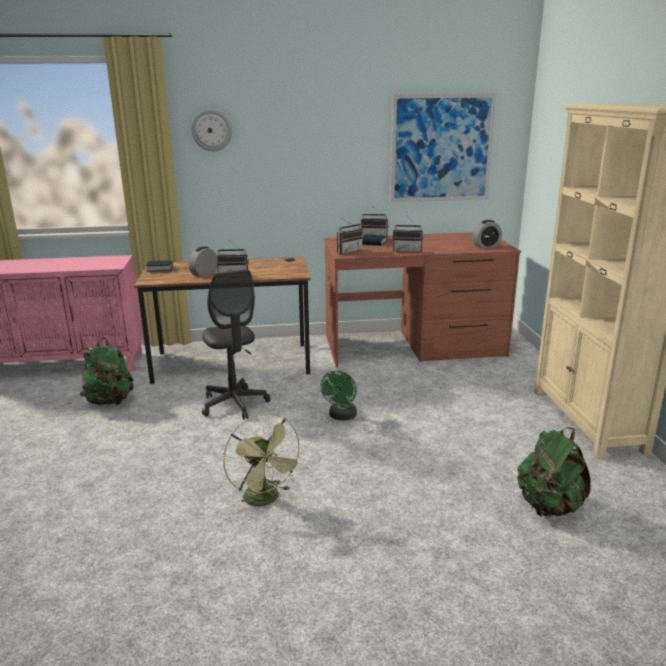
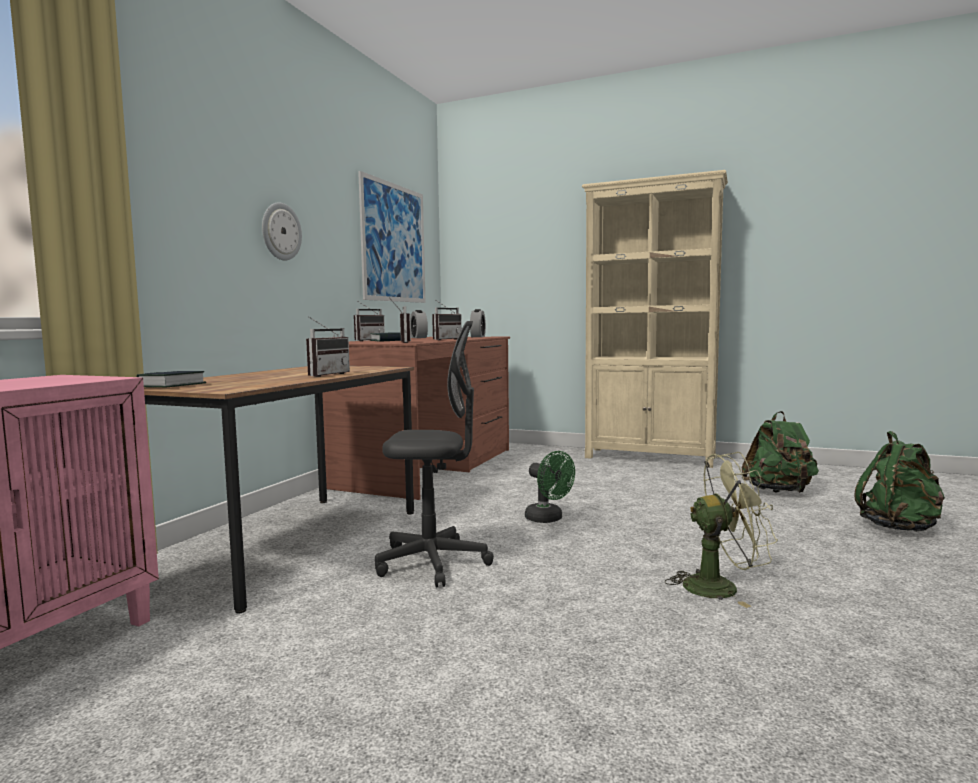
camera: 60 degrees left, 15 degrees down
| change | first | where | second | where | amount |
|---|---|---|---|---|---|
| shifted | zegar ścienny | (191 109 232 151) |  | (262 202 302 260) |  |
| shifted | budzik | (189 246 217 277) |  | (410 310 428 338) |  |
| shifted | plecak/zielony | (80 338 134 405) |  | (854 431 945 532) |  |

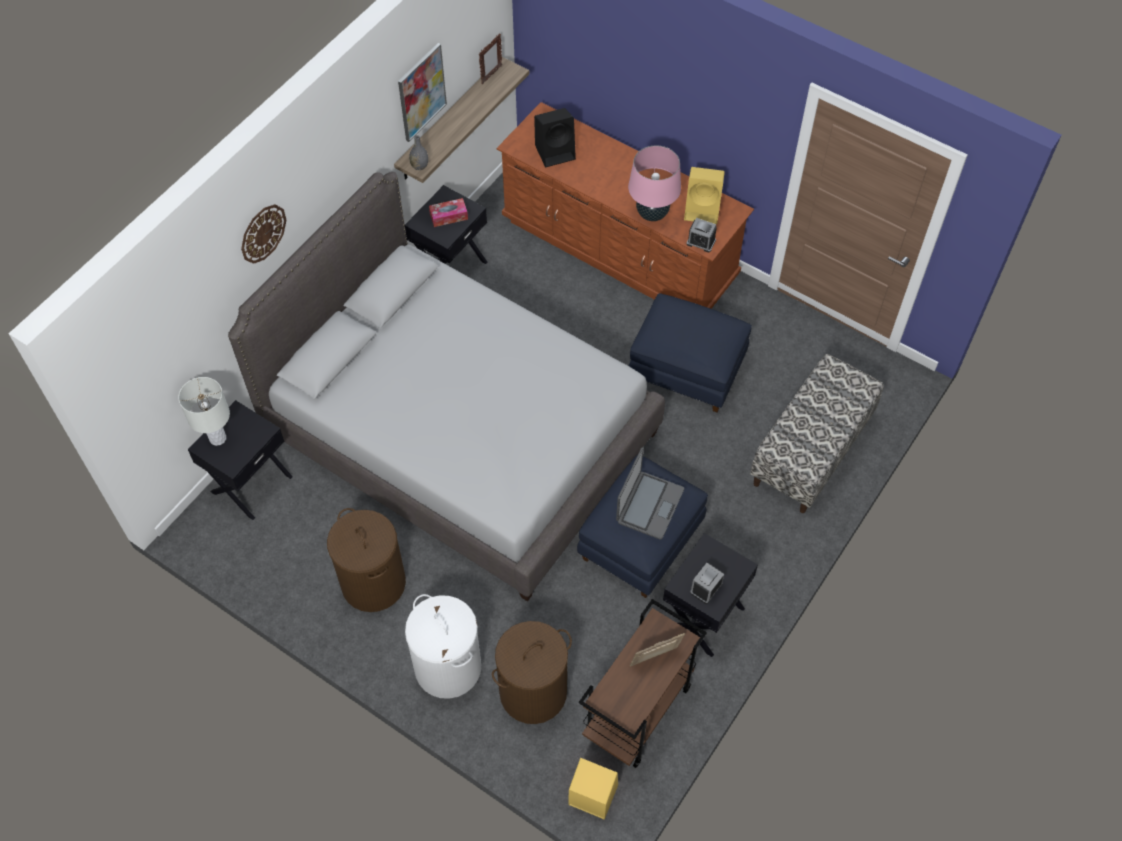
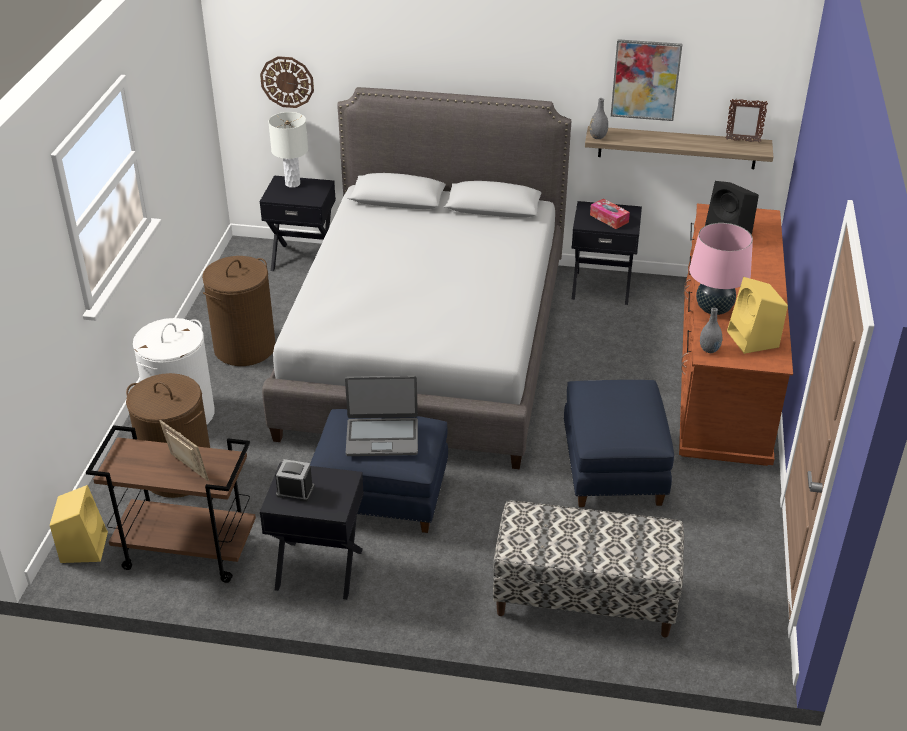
camera: 65 degrees right, 20 degrees down
| change | first | where | second | where | amount |
|---|---|---|---|---|---|
| shifted | zegar ścienny | (241 204 286 264) |  | (260 56 314 108) |  |
| swapped | budzik | (686 218 717 253) | wazon/szary | (700 308 722 353) |  |

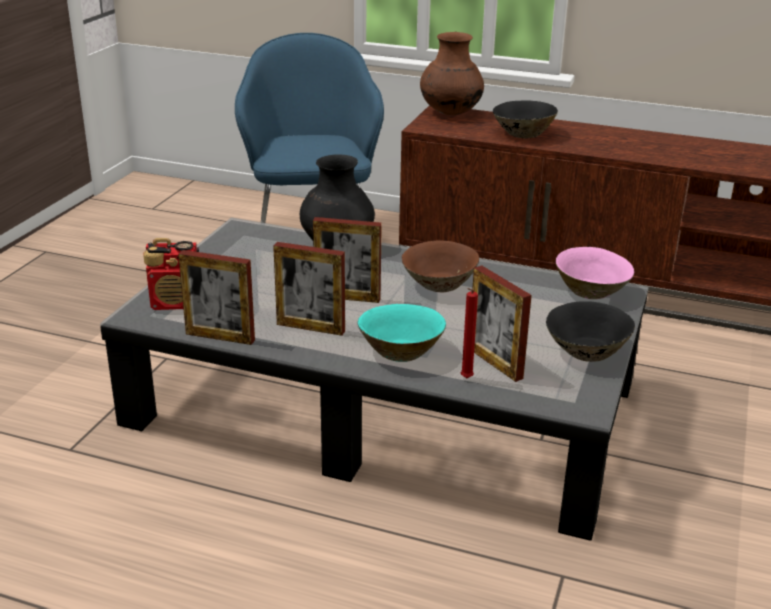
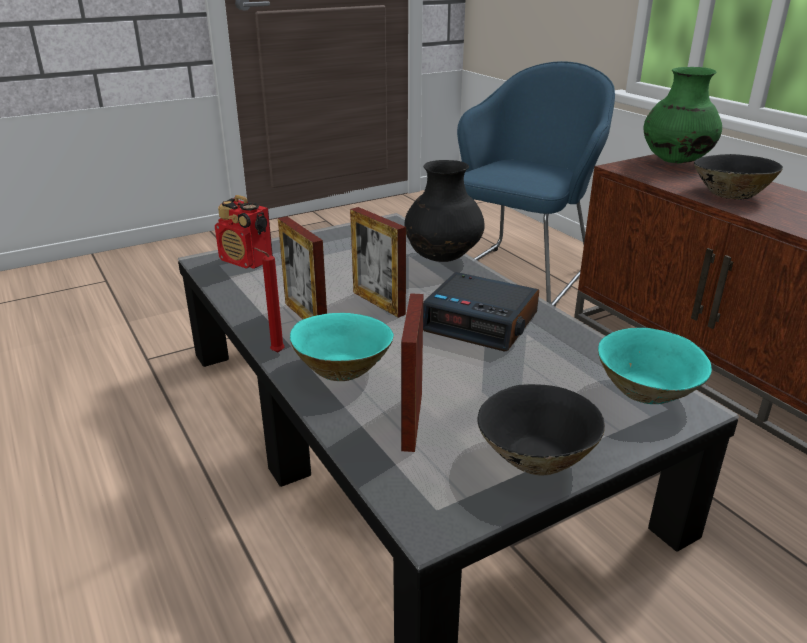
camera: 40 degrees right, 0 degrees up
| change | first | where | second | where | amount |
|---|---|---|---|---|---|
| repainted | wazon/brązowy | (420 32 484 115) | wazon/zielony | (644 67 722 163) |  |
| swapped | miska/brązowy | (402 241 479 292) | budzik | (423 272 539 352) |  |
| repainted | miska/różowy | (556 247 634 299) | miska/turkusowy | (598 328 712 404) |  |
| gone | ramka na zdjęcie | (178 250 255 345) |  |  |  |
| shifted | świeca/czerwony | (461 288 478 378) |  | (254 248 285 352) |  |

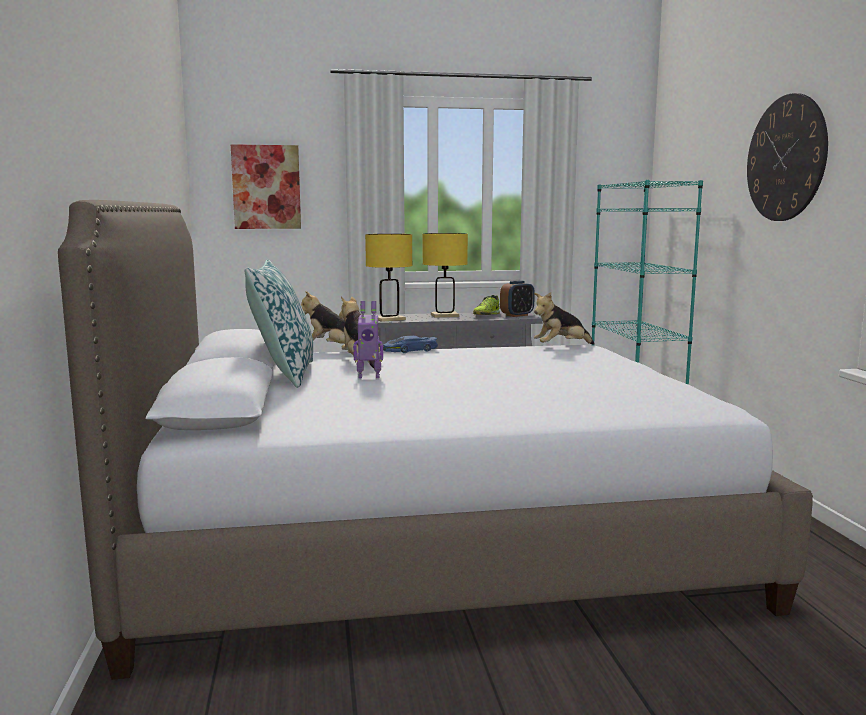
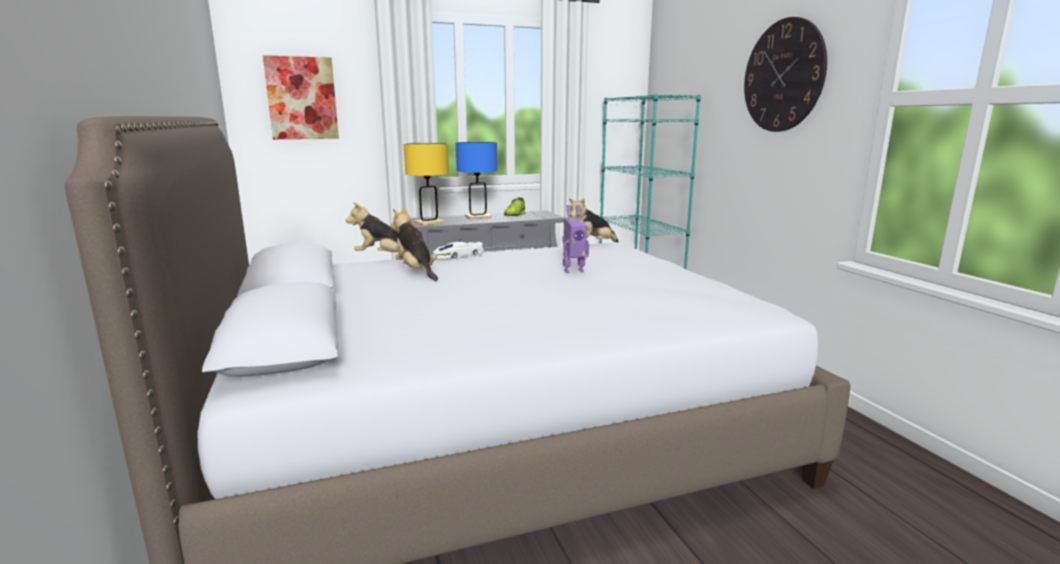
camera: 10 degrees left, 5 degrees up
| change | first | where | second | where | amount |
|---|---|---|---|---|---|
| repainted | lampa stołowa/żółty | (423 233 468 318) | lampa stołowa/niebieski | (456 142 497 220) |  |
| gone | poduszka | (245 260 313 388) |  |  |  |
| gone | budzik | (500 281 535 317) |  |  |  |
| shifted | robot zabawkowy | (353 301 383 378) |  | (562 205 589 273) |  |
| repainted | samochodzik/niebieski | (383 336 438 353) | samochodzik/biały | (433 242 484 259) |  |

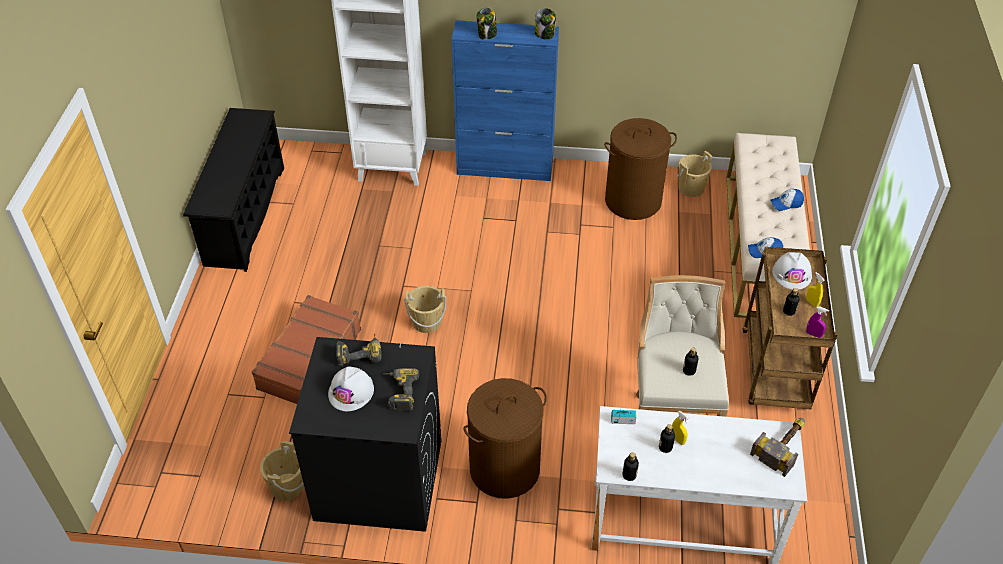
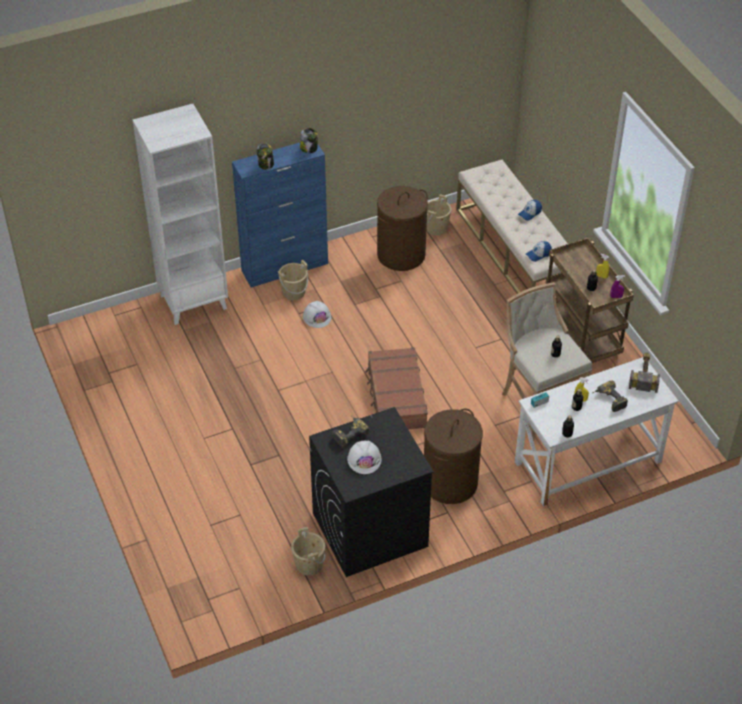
camera: 30 degrees left, 0 degrees up
| change | first | where | second | where | amount |
|---|---|---|---|---|---|
| gone | regał na buty/czarny | (183 108 284 272) |  |  |  |
| shifted | kask/biały | (772 252 812 290) |  | (303 301 331 328) |  |
| shifted | wiadro/beżowy | (404 286 446 333) |  | (278 260 308 300) |  |
| shifted | walizka/brązowy | (252 295 361 404) |  | (365 347 428 429) |  |
| shifted | wiertarka | (383 368 419 411) |  | (592 380 628 412) |  |

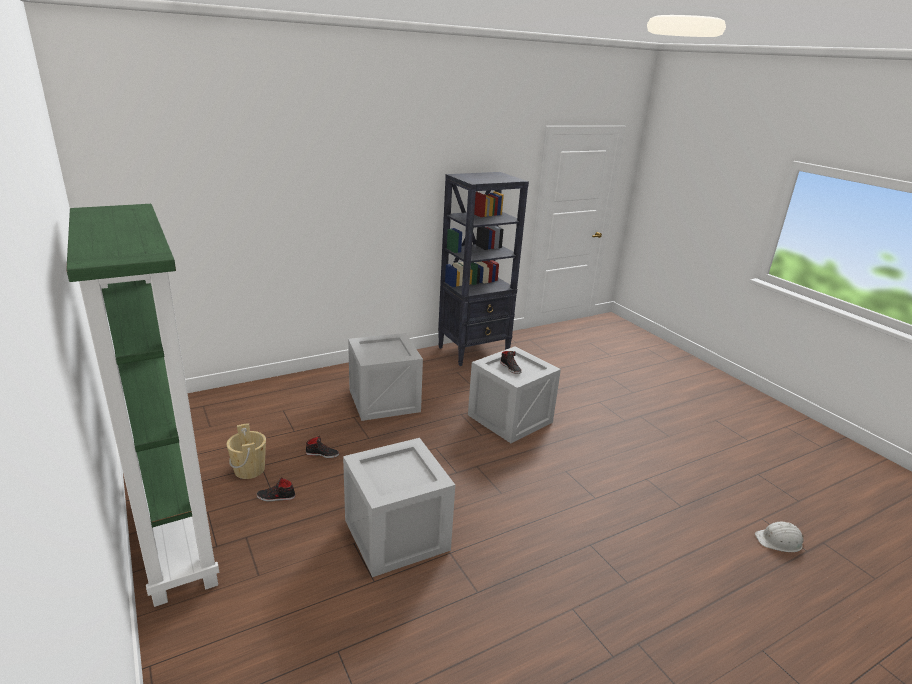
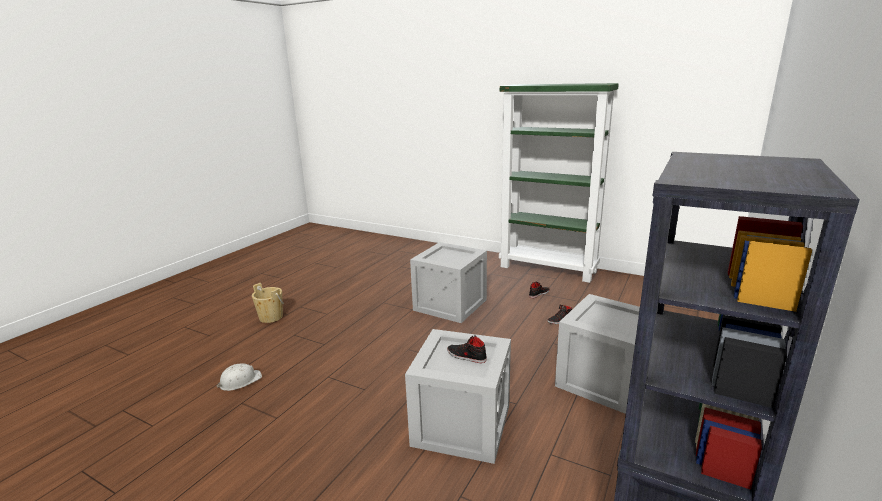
camera: 150 degrees right, 5 degrees down
| change | first | where | second | where | amount |
|---|---|---|---|---|---|
| shifted | wiadro/beżowy | (226 423 266 479) |  | (252 283 284 323) |  |
| shifted | kask/biały | (755 522 804 552) |  | (216 363 262 391) |  |

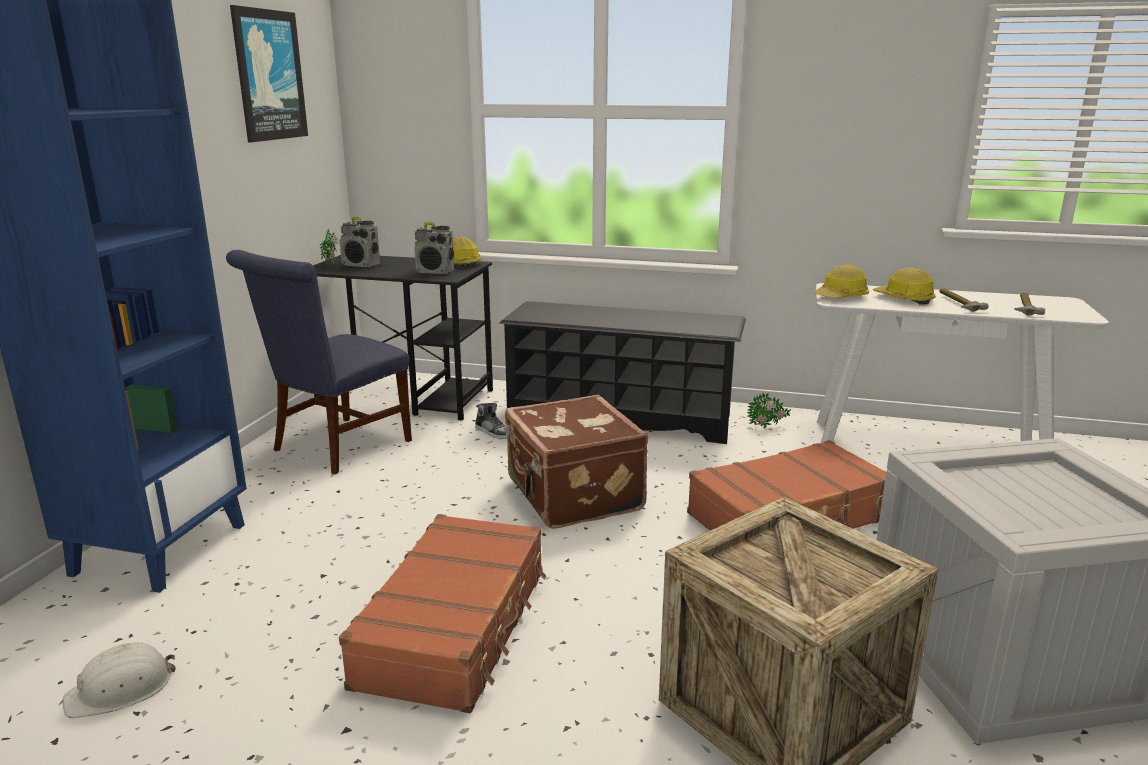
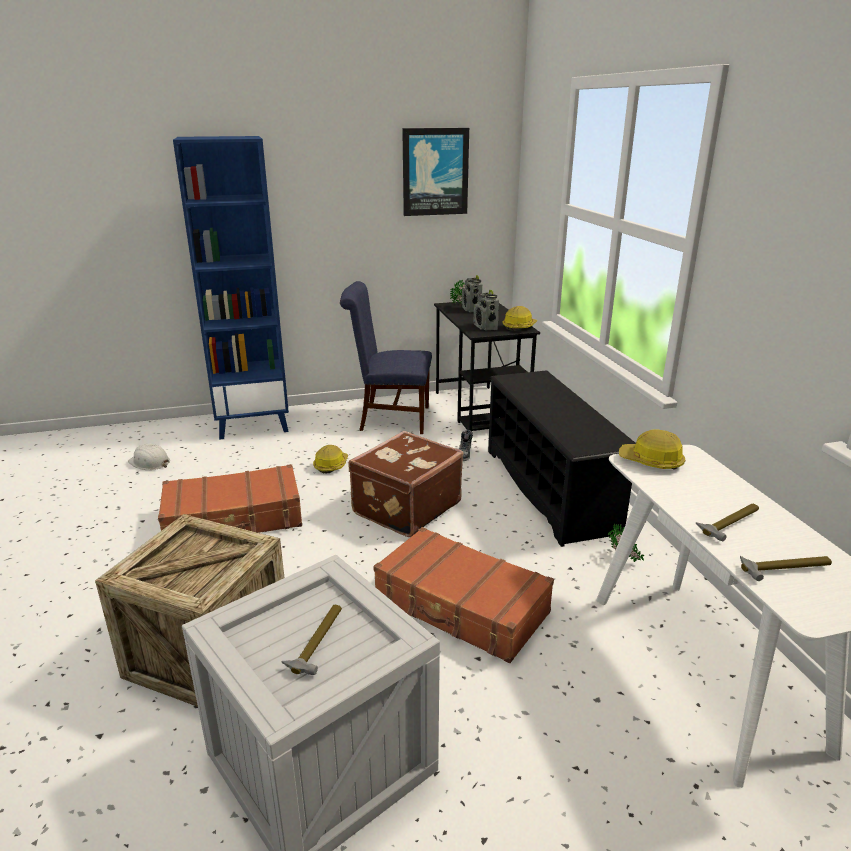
camera: 60 degrees right, 5 degrees up
| change | first | where | second | where | amount |
|---|---|---|---|---|---|
| shifted | kask | (873 268 936 305) |  | (313 445 348 474) |  |
| new |  |  | młotek | (282 605 342 675) |  |

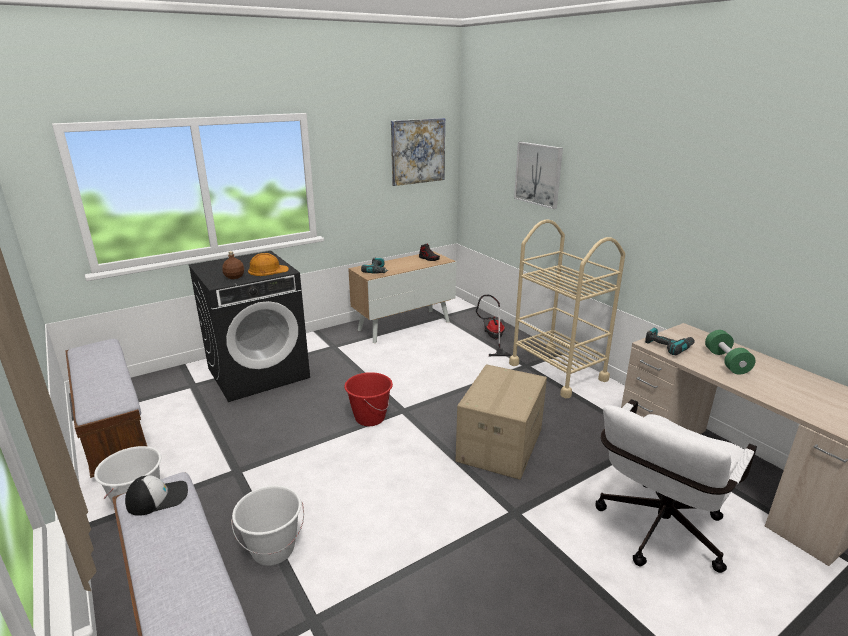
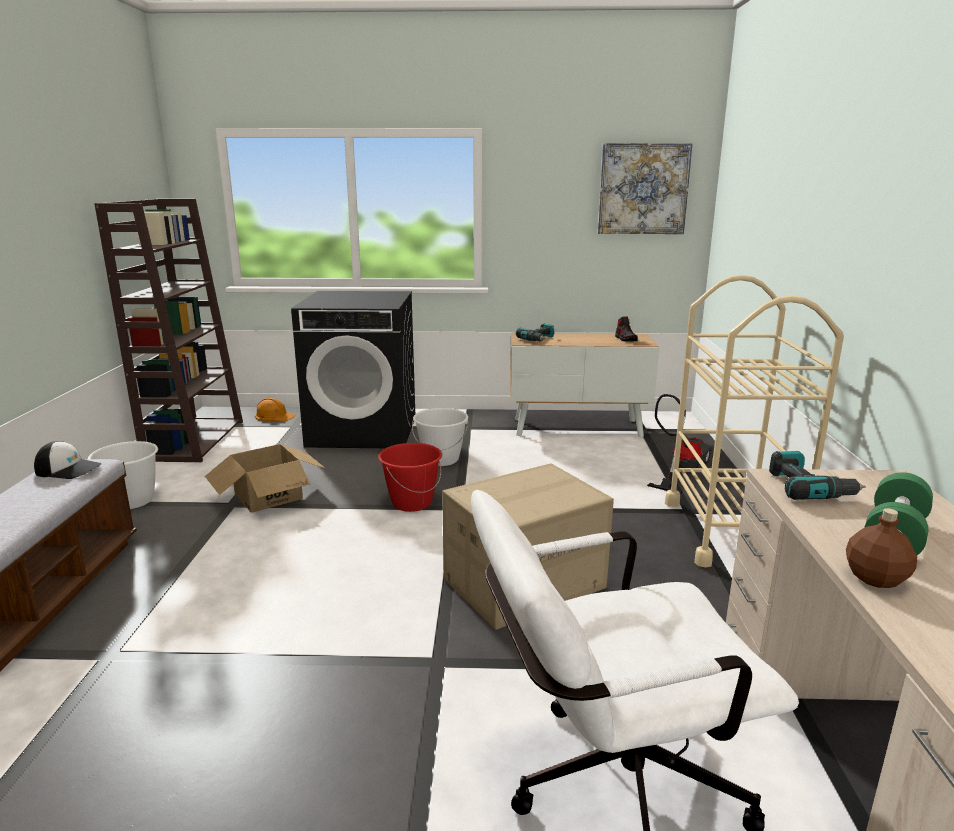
camera: 35 degrees right, 5 degrees down
| change | first | where | second | where | amount |
|---|---|---|---|---|---|
| gone | obraz | (514 142 563 209) |  |  |  |
| shifted | butelka/brązowy | (222 251 244 279) |  | (846 508 917 588) |  |
| shifted | kask/pomarańczowy | (248 253 289 276) |  | (255 398 295 421) |  |
| swapped | ławka | (65 339 148 478) | regał/brązowy | (94 199 243 462) |  |
| shifted | wiadro/biały | (231 486 304 566) |  | (412 408 468 466) |  |
| new |  |  | karton | (205 444 325 512) |  |

